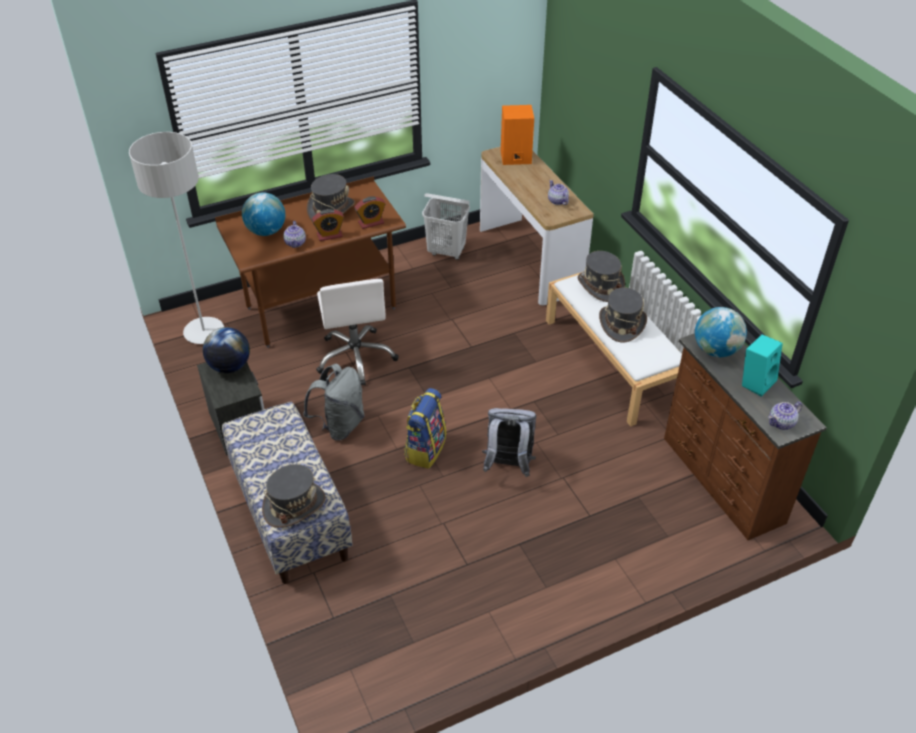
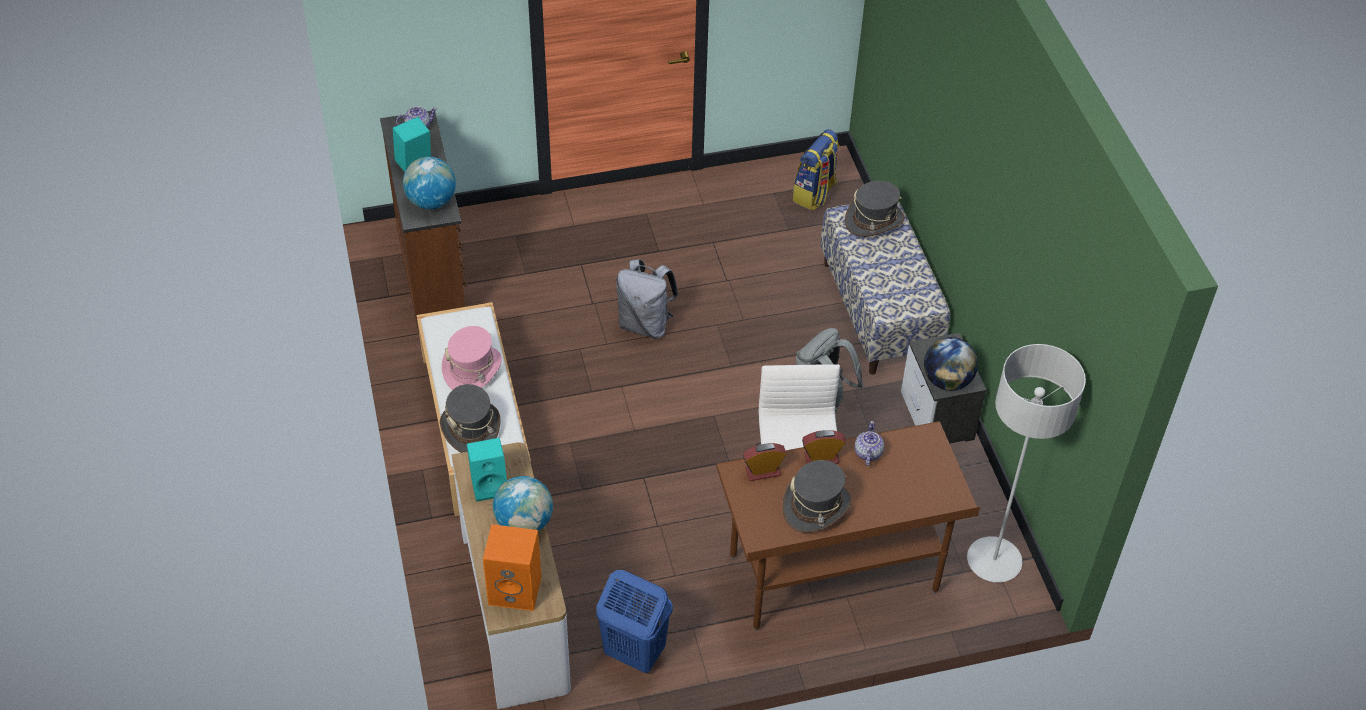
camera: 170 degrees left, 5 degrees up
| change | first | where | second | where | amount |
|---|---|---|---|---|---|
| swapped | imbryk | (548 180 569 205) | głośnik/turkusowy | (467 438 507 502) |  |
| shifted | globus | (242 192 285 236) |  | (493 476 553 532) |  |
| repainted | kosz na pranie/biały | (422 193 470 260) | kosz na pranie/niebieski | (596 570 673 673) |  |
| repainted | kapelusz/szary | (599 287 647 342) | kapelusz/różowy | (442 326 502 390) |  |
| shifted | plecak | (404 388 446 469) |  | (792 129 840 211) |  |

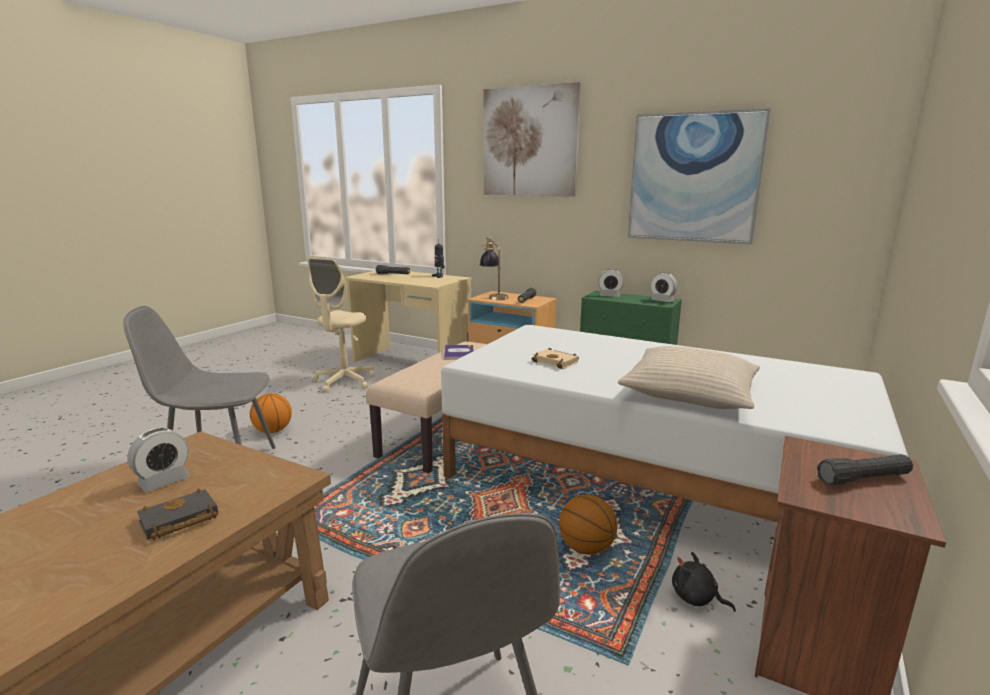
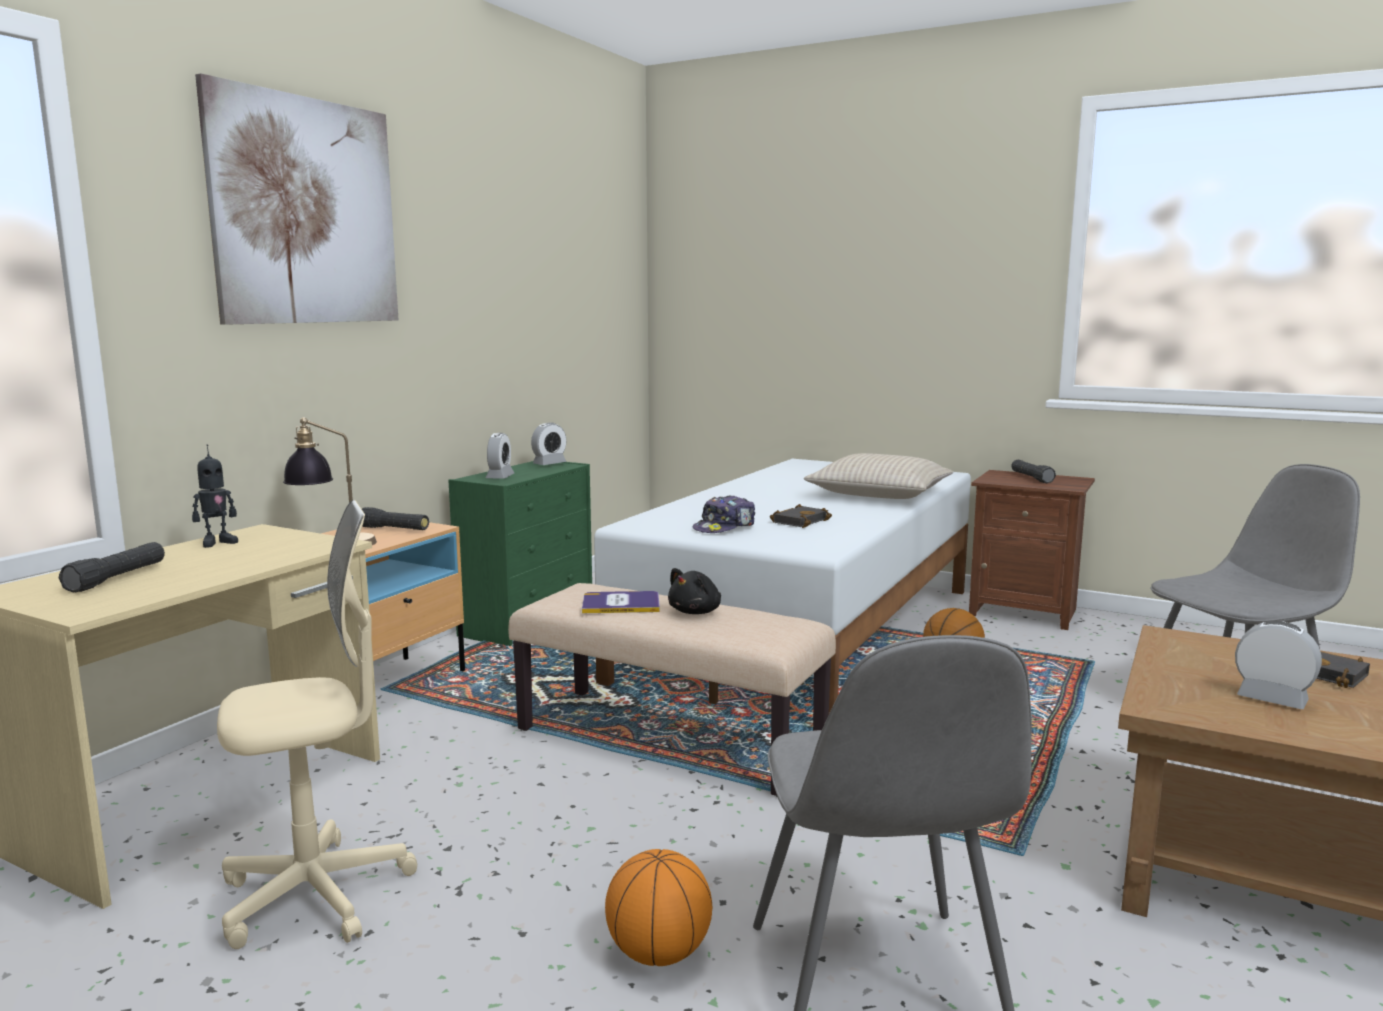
camera: 90 degrees left, 5 degrees down
| change | first | where | second | where | amount |
|---|---|---|---|---|---|
| gone | obraz | (628 108 771 244) |  |  |  |
| rotated | krzesło biurowe/beżowy | (307 257 375 393) |  | (217 500 418 949) | 45 degrees counterclockwise |
| repainted | książka/beżowy | (532 348 579 369) | książka/czarny | (770 504 832 528) |  |
| shifted | pluszak/czarny | (672 552 736 612) |  | (668 568 721 614) |  |
| new |  |  | czapka z daszkiem | (693 495 755 533) |  |

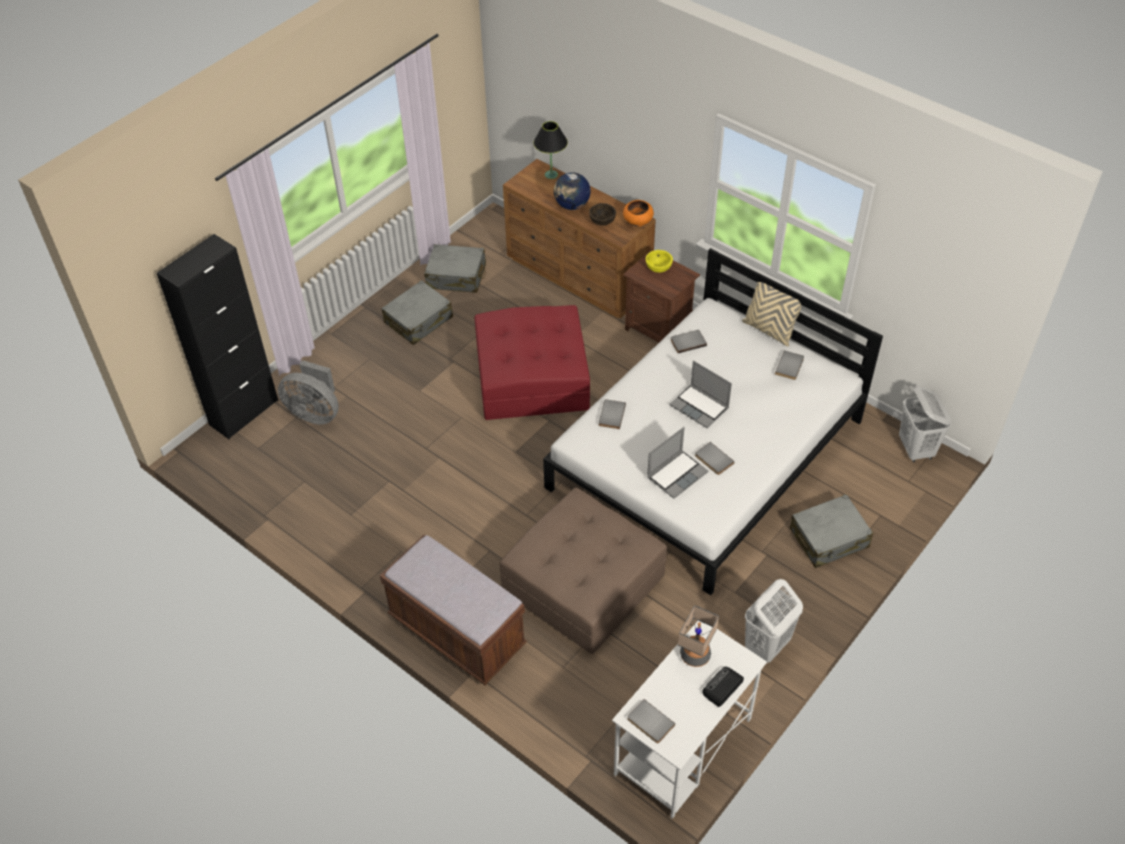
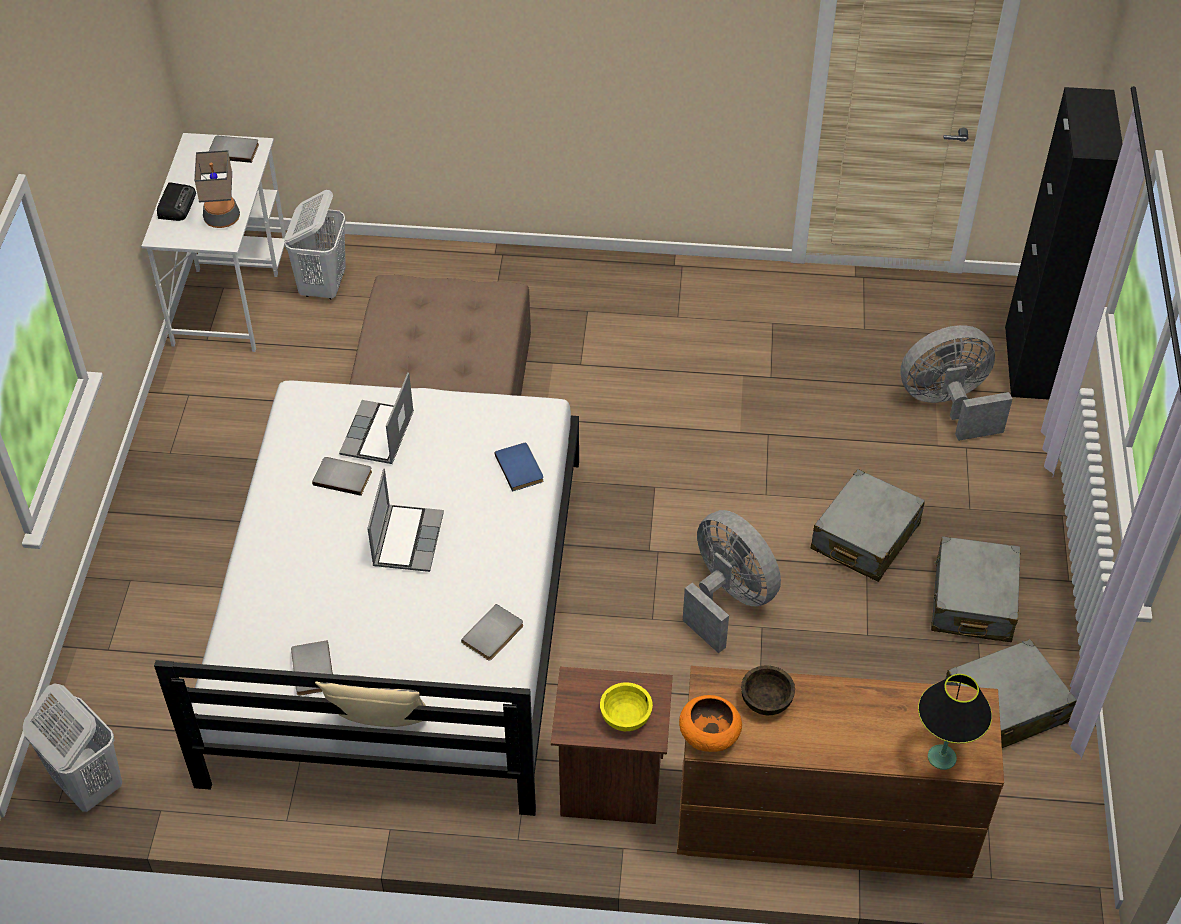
camera: 145 degrees right, 0 degrees up
| change | first | where | second | where | amount |
|---|---|---|---|---|---|
| gone | globus | (554 172 591 210) |  |  |  |
| swapped | pufa/czerwony | (474 305 590 420) | wentylator/szary | (683 510 781 653) |  |
| rotated | laptop | (670 361 732 428) |  | (367 469 444 572) | 90 degrees clockwise |
| repainted | książka/szary | (599 399 626 429) | książka/niebieski | (495 443 543 492) |  |
| shifted | walizka/szary | (790 494 873 568) |  | (811 469 925 582) |  |
| gone | ławka/brązowy | (380 535 527 685) |  |  |  |
| shifted | kosz na pranie/biały | (745 579 803 663) |  | (284 190 346 300) |  |

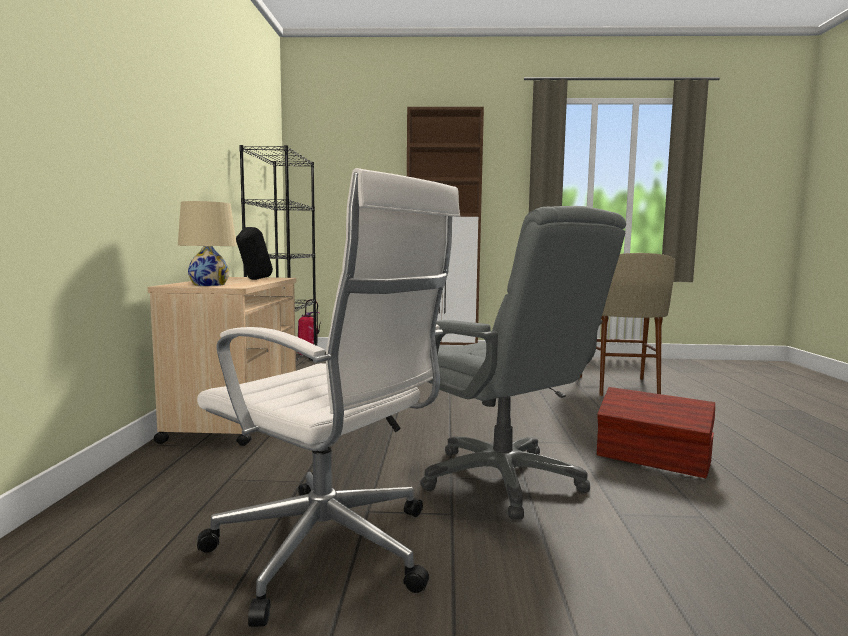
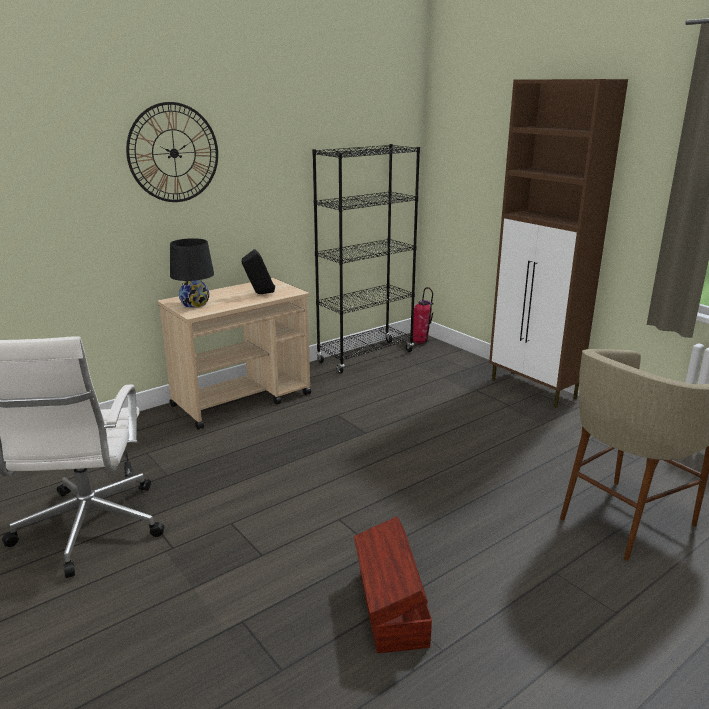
camera: 50 degrees right, 15 degrees up
| change | first | where | second | where | amount |
|---|---|---|---|---|---|
| repainted | lampa stołowa/beżowy | (178 201 237 286) | lampa stołowa/czarny | (170 238 214 308) |  |
| gone | krzesło biurowe/szary | (420 206 626 519) |  |  |  |
| new |  |  | zegar ścienny | (126 102 218 202) |  |

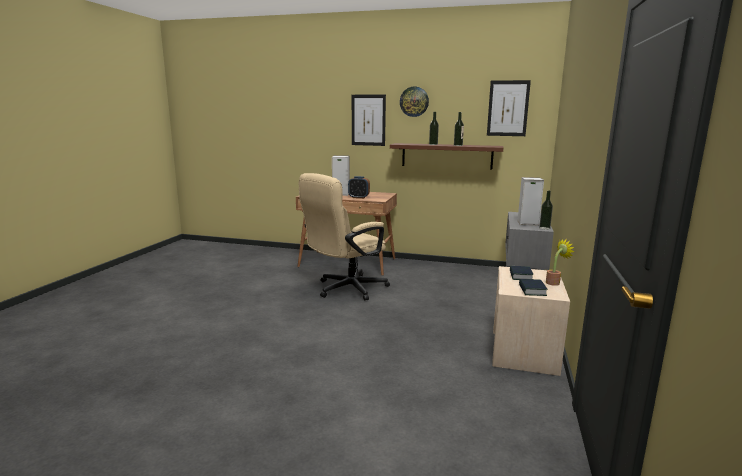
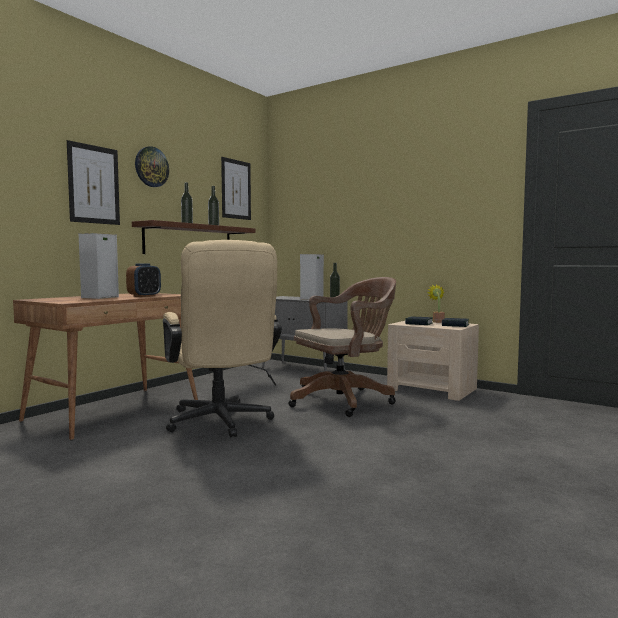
camera: 70 degrees left, 10 degrees down
| change | first | where | second | where | amount |
|---|---|---|---|---|---|
| new |  |  | krzesło biurowe/brązowy | (289 277 396 417) |  |

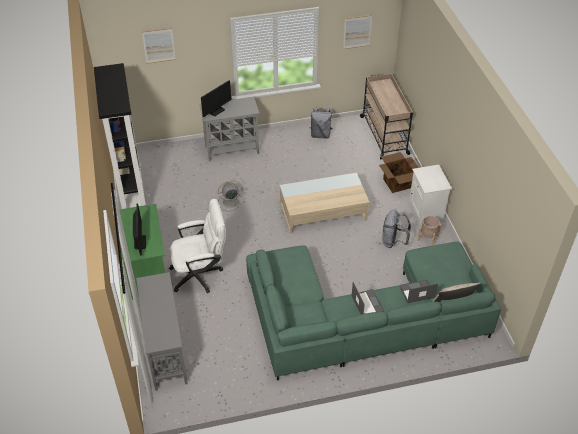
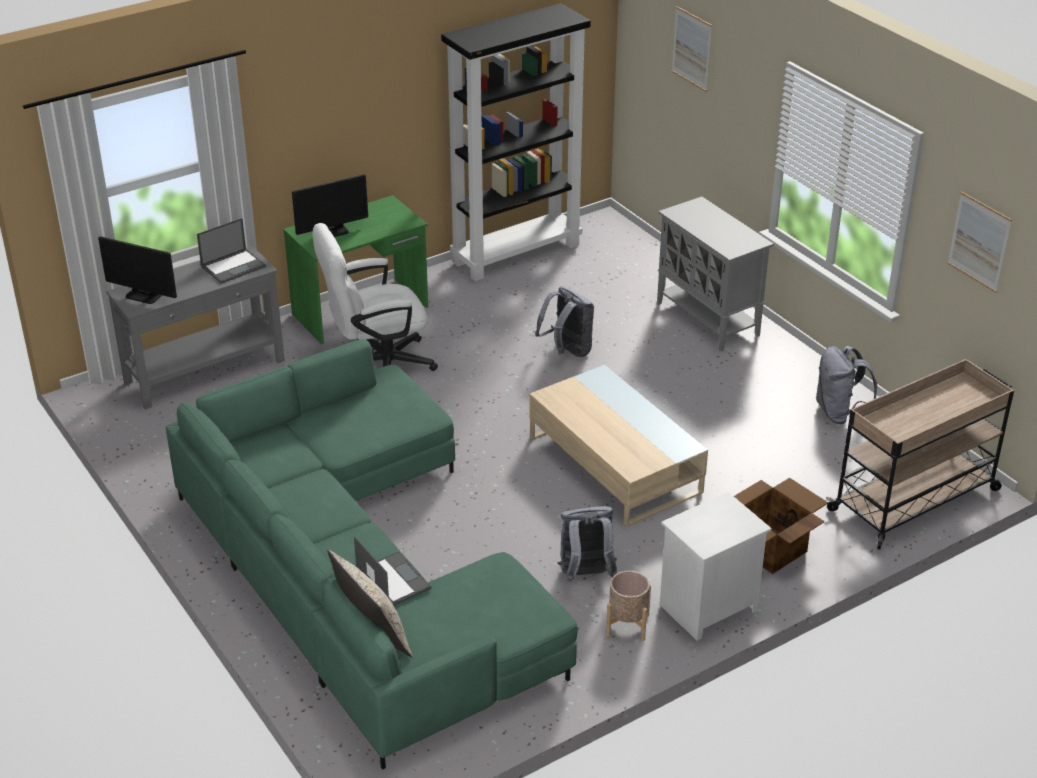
camera: 70 degrees right, 10 degrees down
| change | first | where | second | where | amount |
|---|---|---|---|---|---|
| shifted | monitor | (201 80 231 117) |  | (98 236 177 304) |  |
| swapped | wentylator/szary | (218 180 245 211) | plecak/szary | (535 287 594 357) |  |
| rotated | krzesło biurowe/biały | (169 199 226 293) |  | (312 223 438 371) | 105 degrees clockwise |
| shifted | laptop | (352 282 385 314) |  | (197 218 266 284) |  |

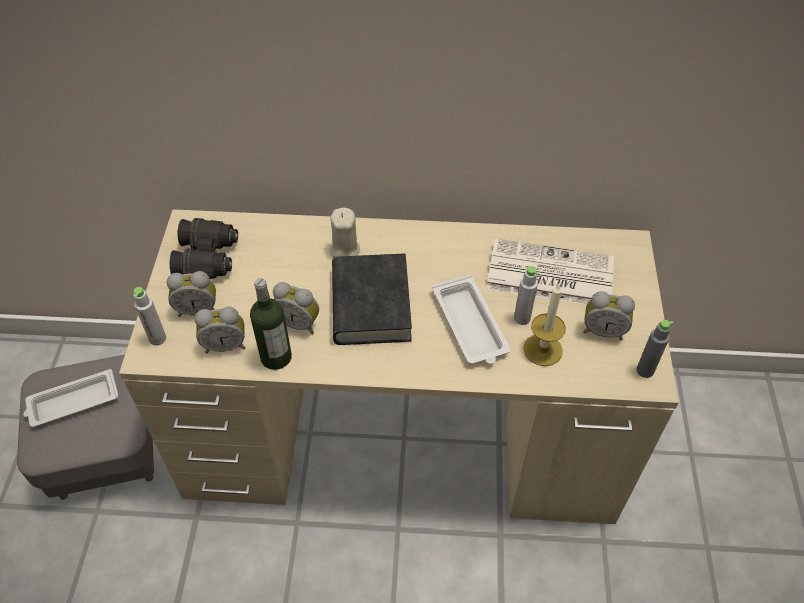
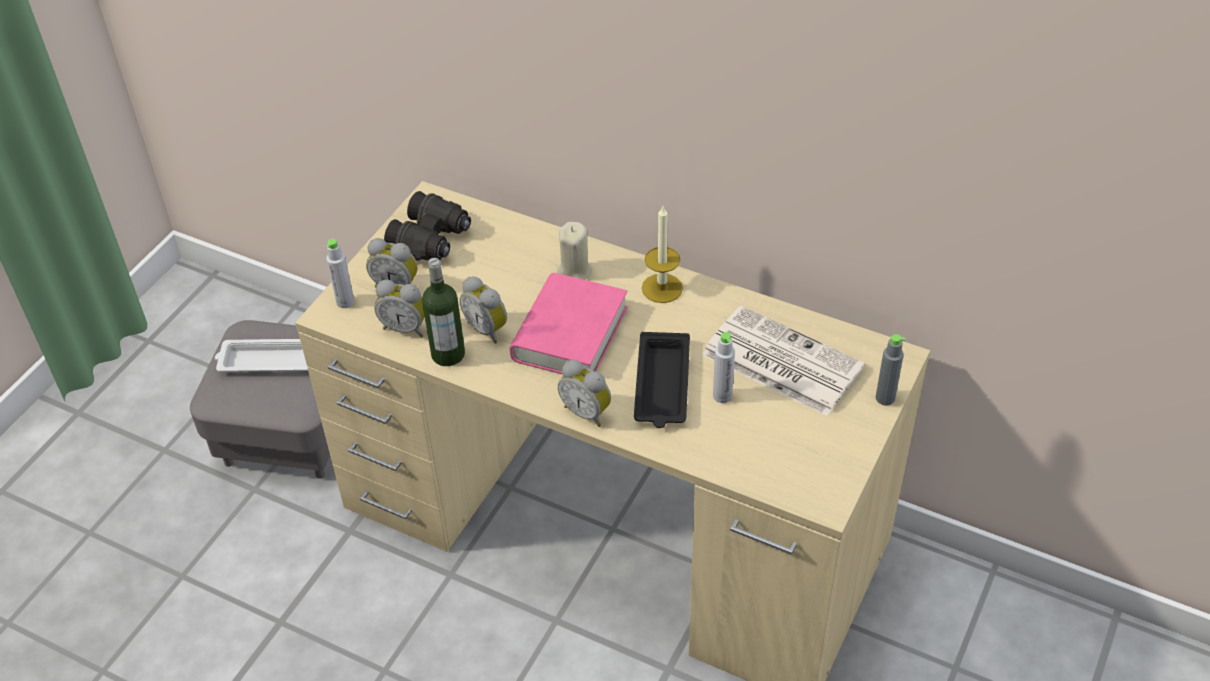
camera: 25 degrees right, 5 degrees down
| change | first | where | second | where | amount |
|---|---|---|---|---|---|
| repainted | książka/czarny | (332 253 412 345) | książka/różowy | (510 273 628 375) |  |
| repainted | taca/biały | (432 275 510 364) | taca/czarny | (634 332 690 428) |  |
| shifted | świeca | (524 284 566 366) |  | (642 206 683 303) |  |
| shifted | budzik | (583 291 635 340) |  | (558 360 611 427) |  |
| shifted | butelka/szary | (637 320 674 378) |  | (876 334 905 406) |  |

